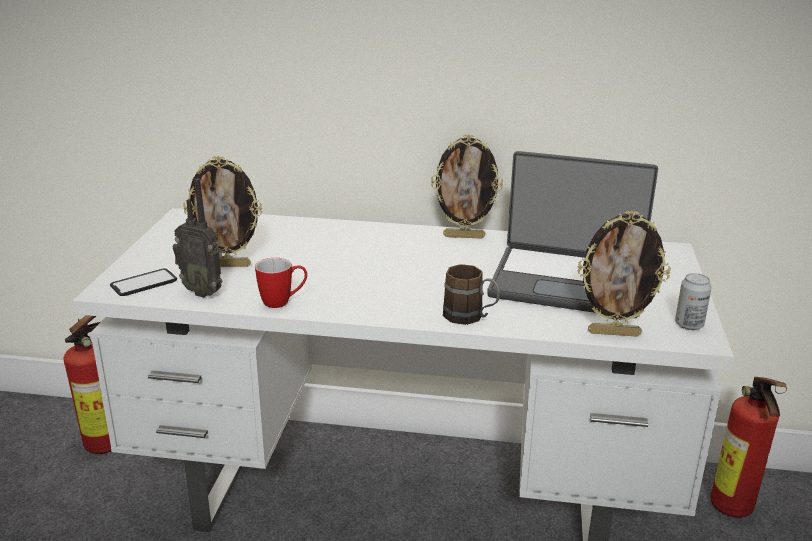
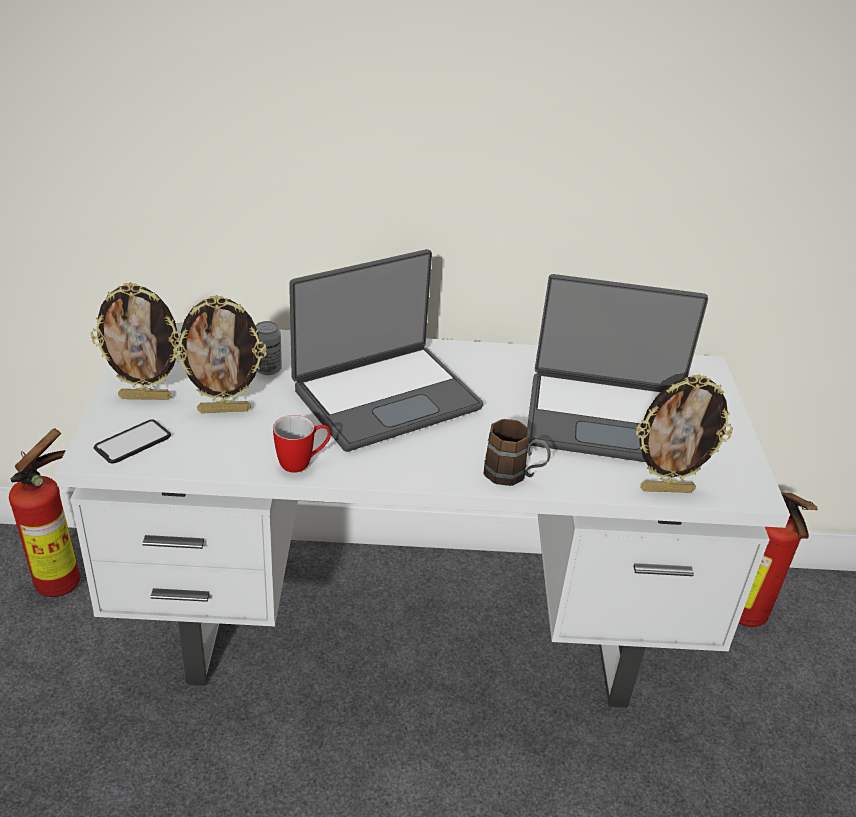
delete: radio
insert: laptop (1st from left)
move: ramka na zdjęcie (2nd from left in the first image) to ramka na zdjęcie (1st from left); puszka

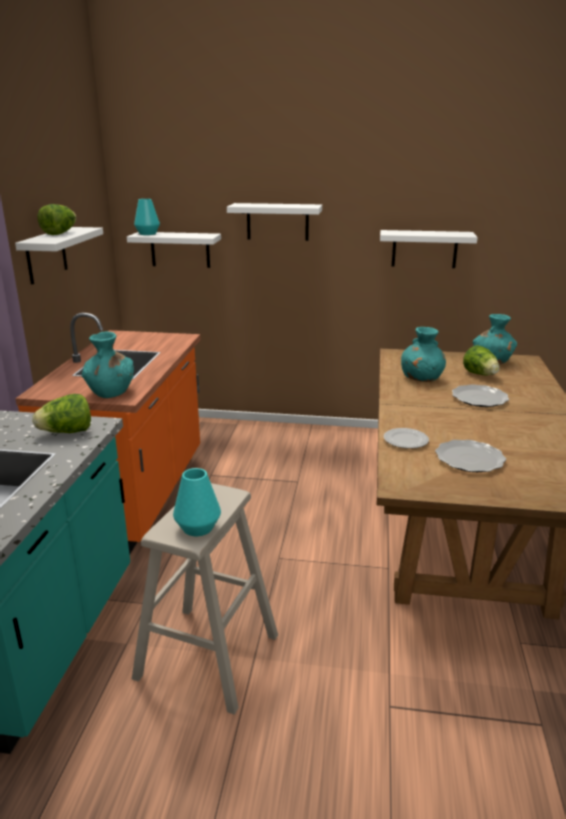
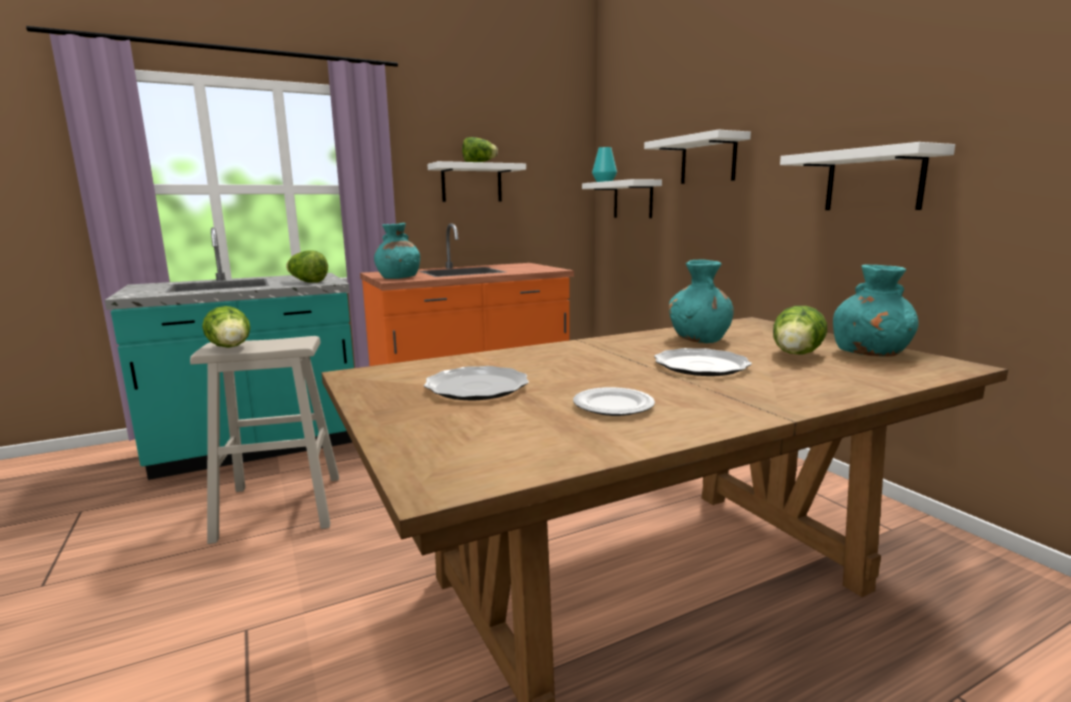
move: talerz (1st from left in the first image) to talerz (2nd from left)
replace: wazon/turkusowy (3rd from left) to sałata (1st from left)

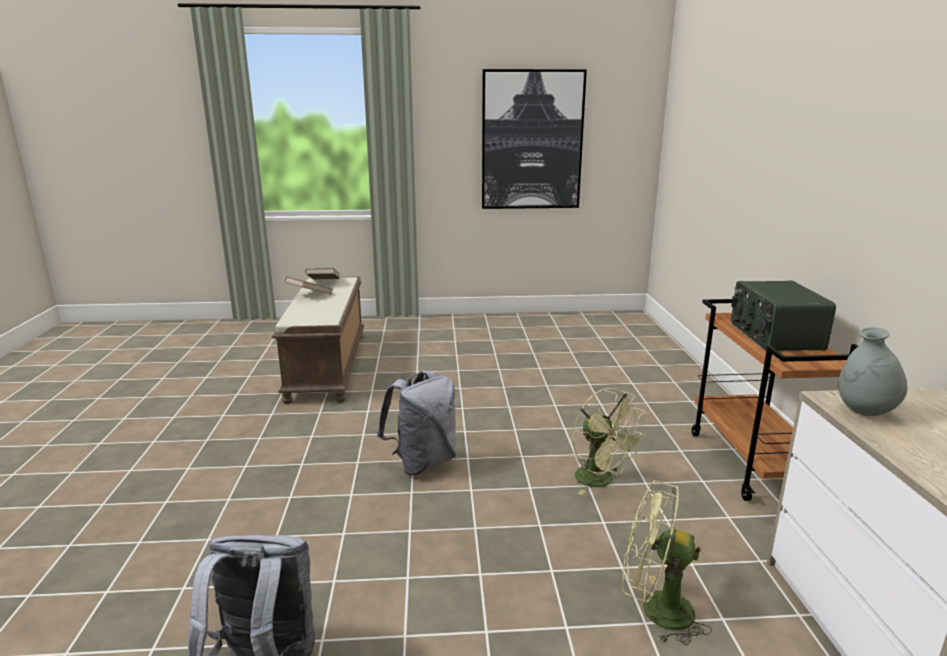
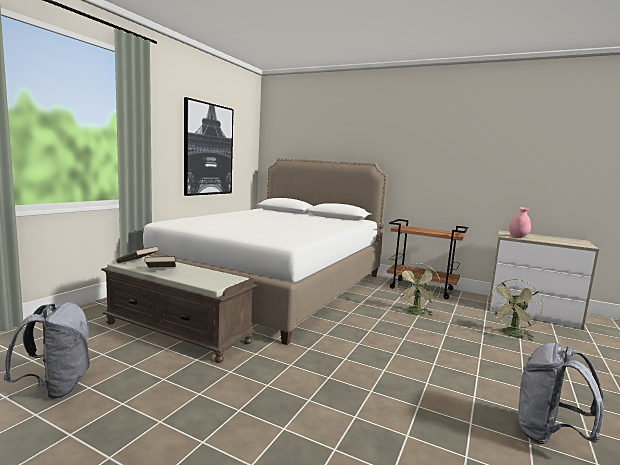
delete: radio
insert: łóżko/biały
move: plecak/szary (2nd from left in the first image) to plecak/szary (1st from left)
recolor: wazon/szary to wazon/różowy
rotate: wentylator/zielony (1st from left) 120 degrees clockwise

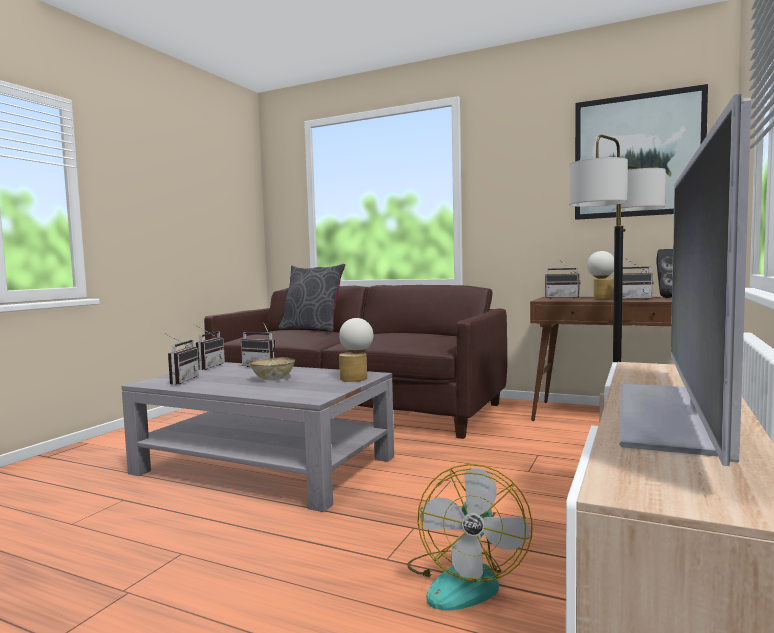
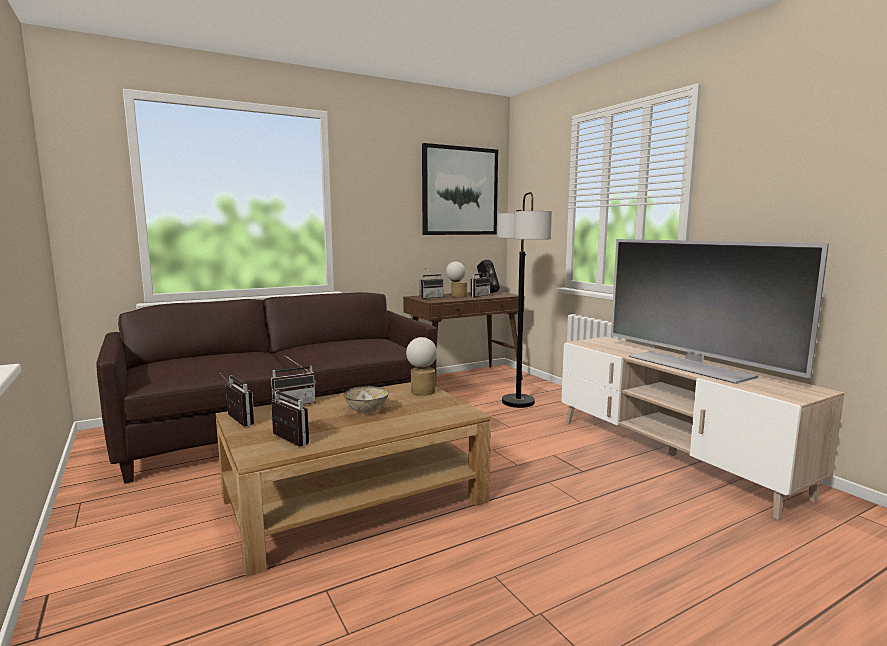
delete: poduszka/szary; wentylator
recolor: ława/szary to ława/brązowy

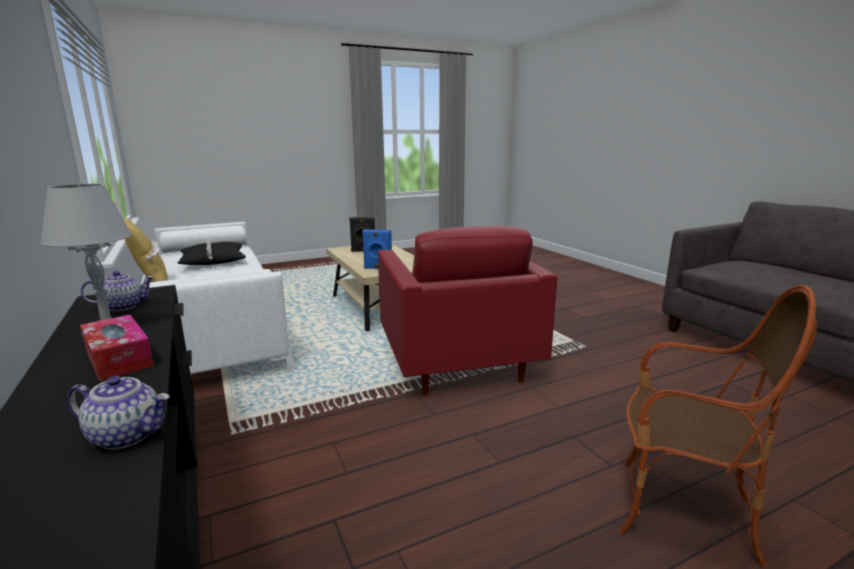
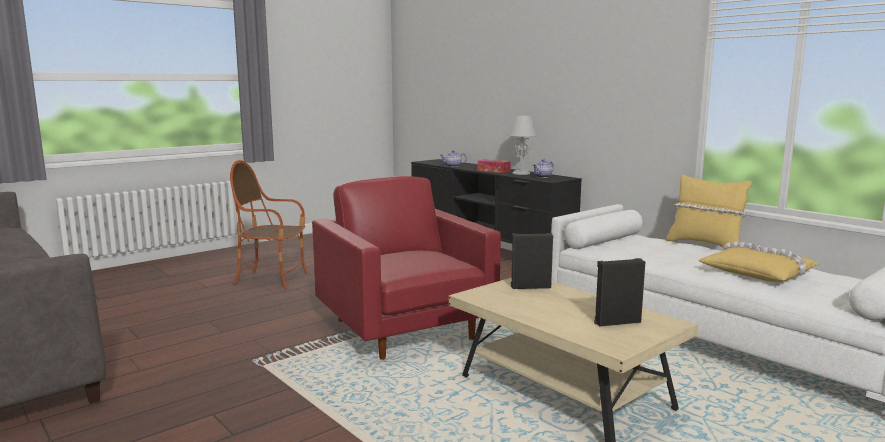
recolor: głośnik/niebieski to głośnik/czarny (1st from left); poduszka/czarny to poduszka/żółty (2nd from left)

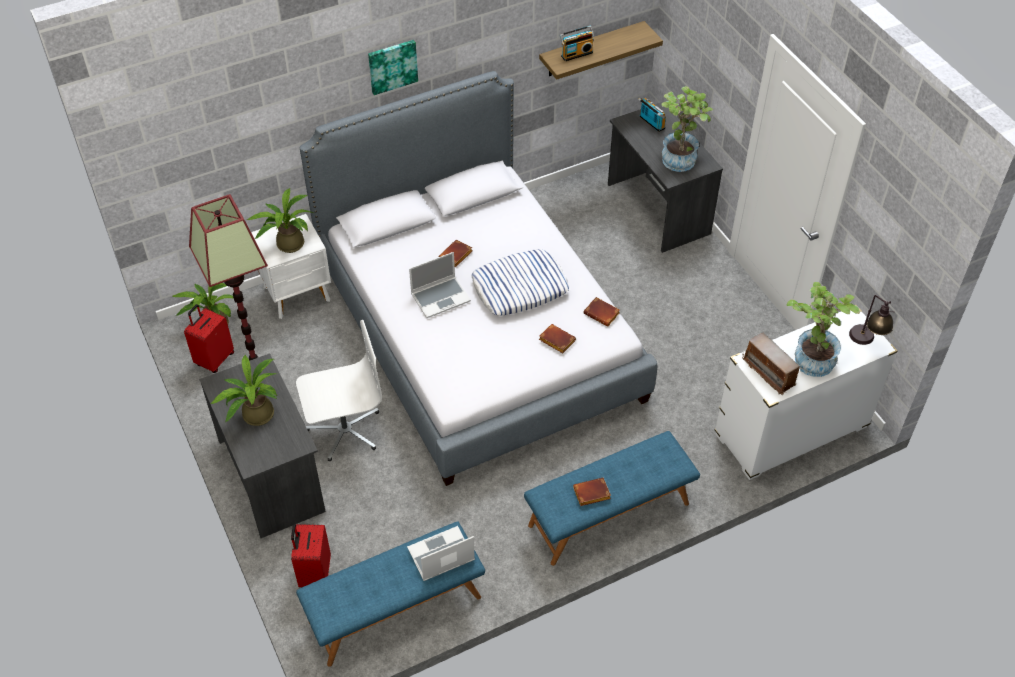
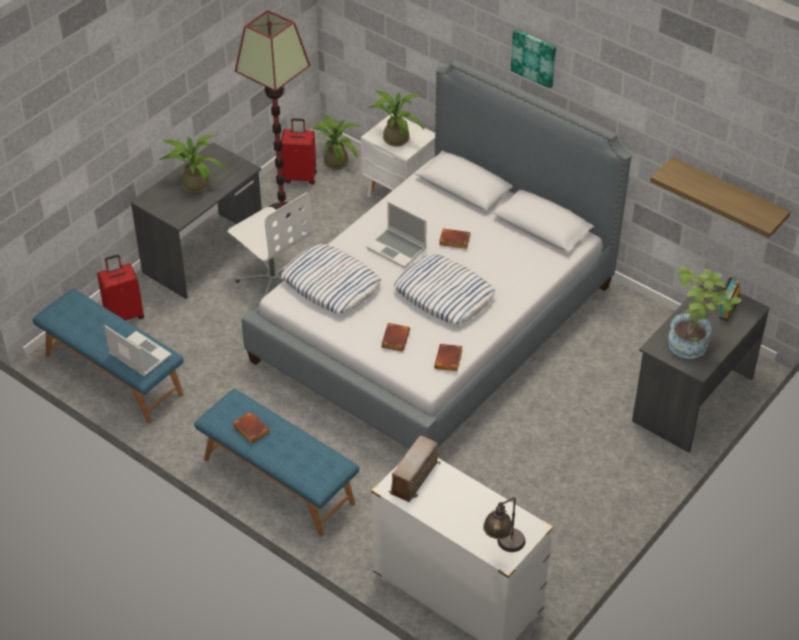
delete: radio (1st from left); roślina doniczkowa (5th from left)
insert: poduszka (1st from left)

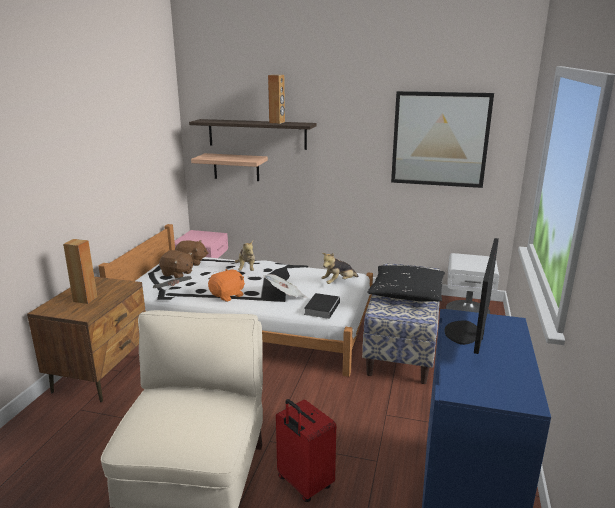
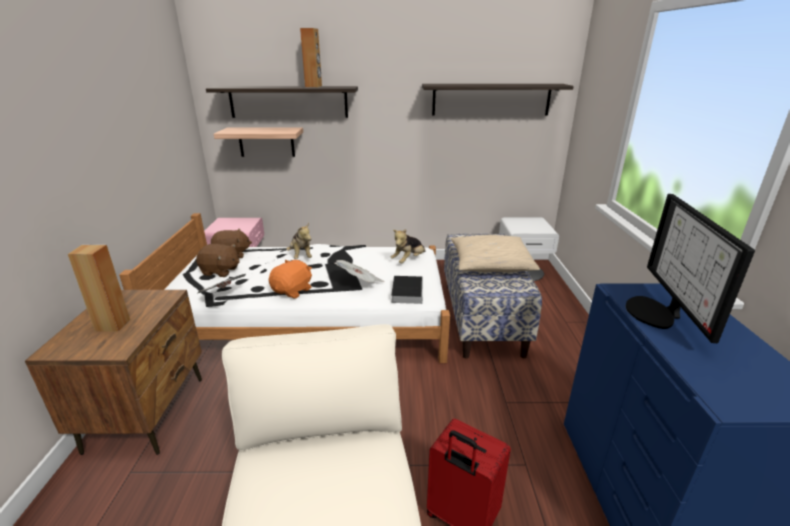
replace: obraz to półka (3rd from left)
recolor: poduszka/czarny to poduszka/beżowy

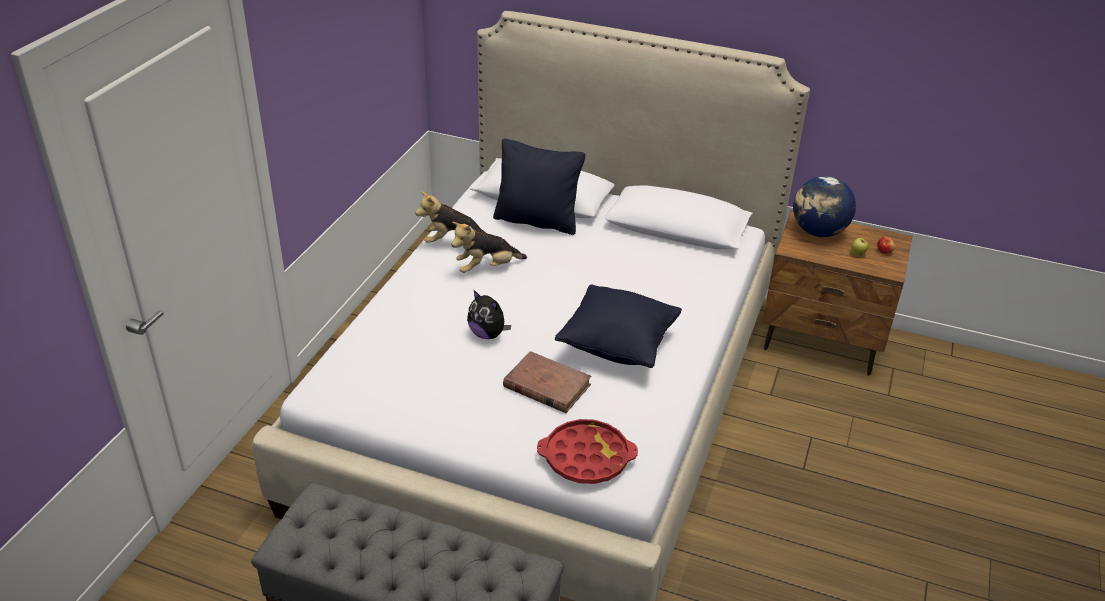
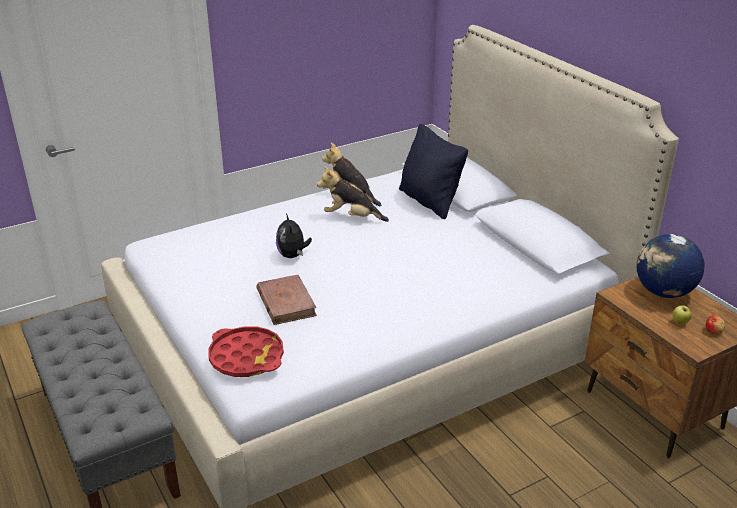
delete: poduszka/czarny (2nd from left)

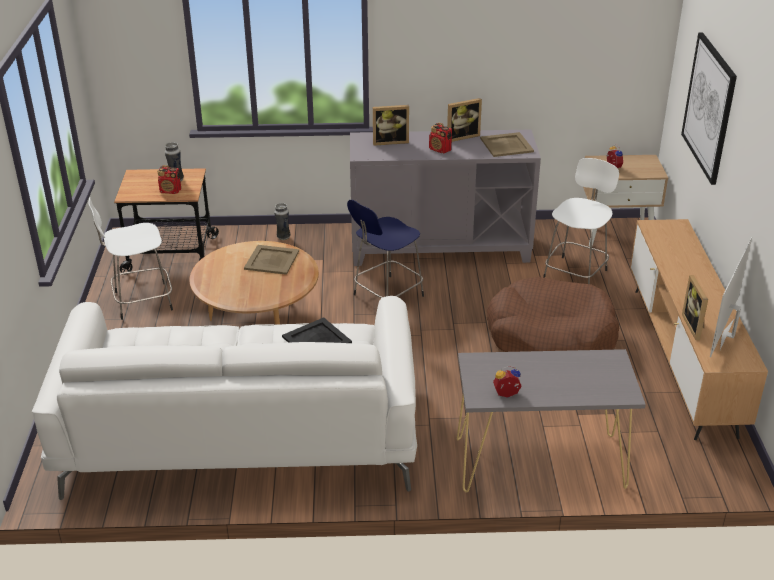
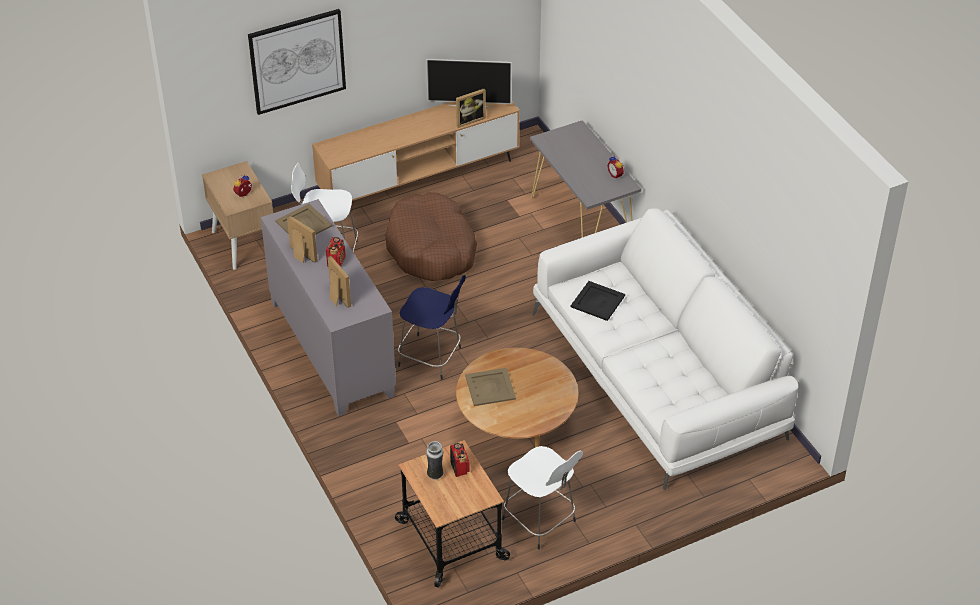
delete: wazon (2nd from left)

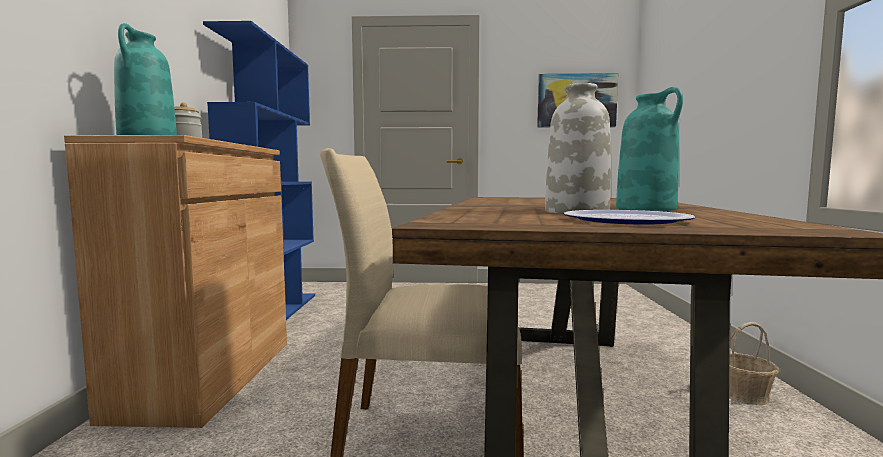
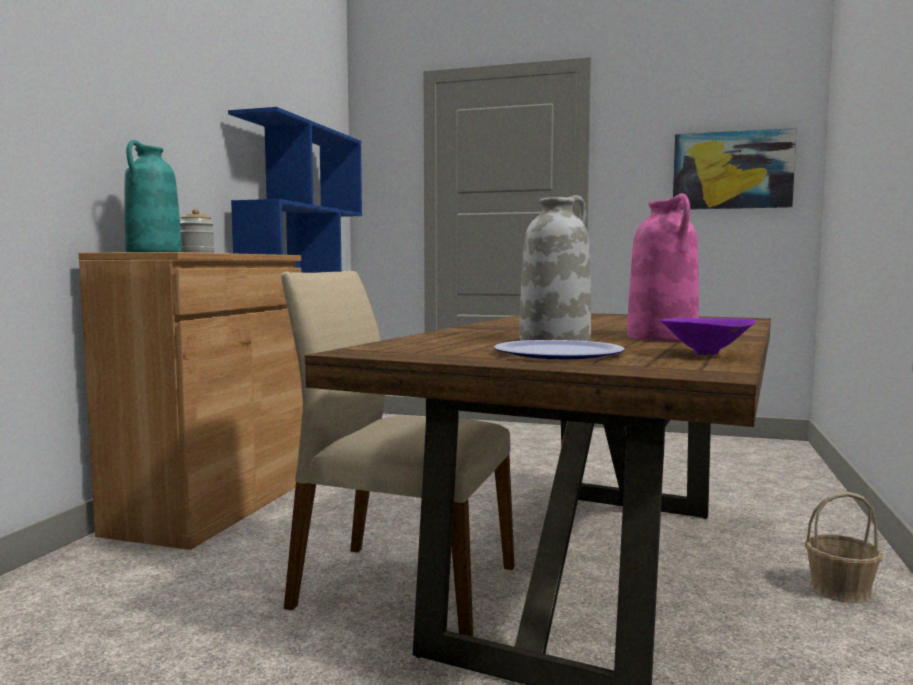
insert: miska/fioletowy
recolor: wazon/turkusowy (2nd from left) to wazon/różowy

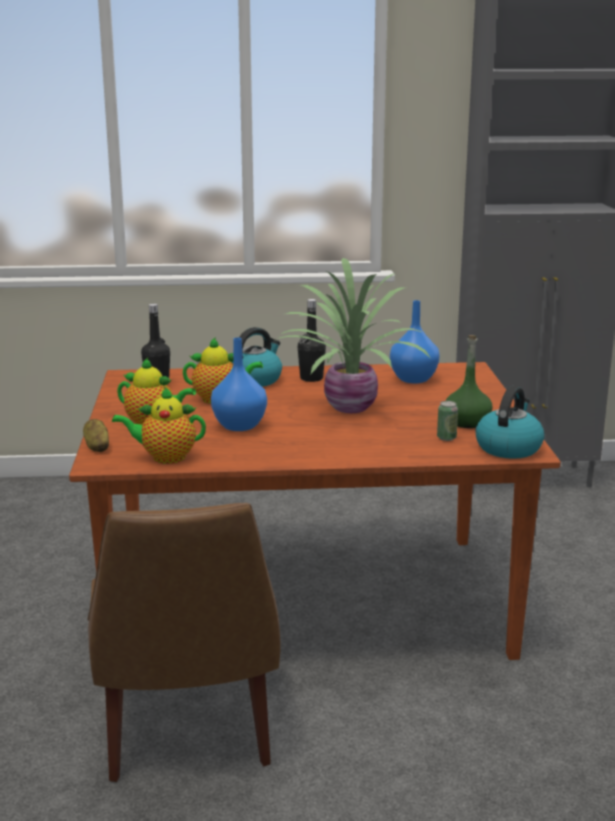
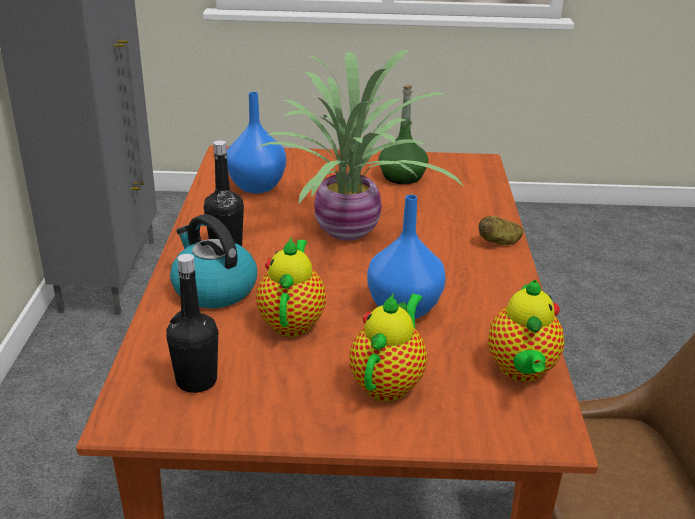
delete: czajnik (2nd from left); puszka
move: ziemniak

